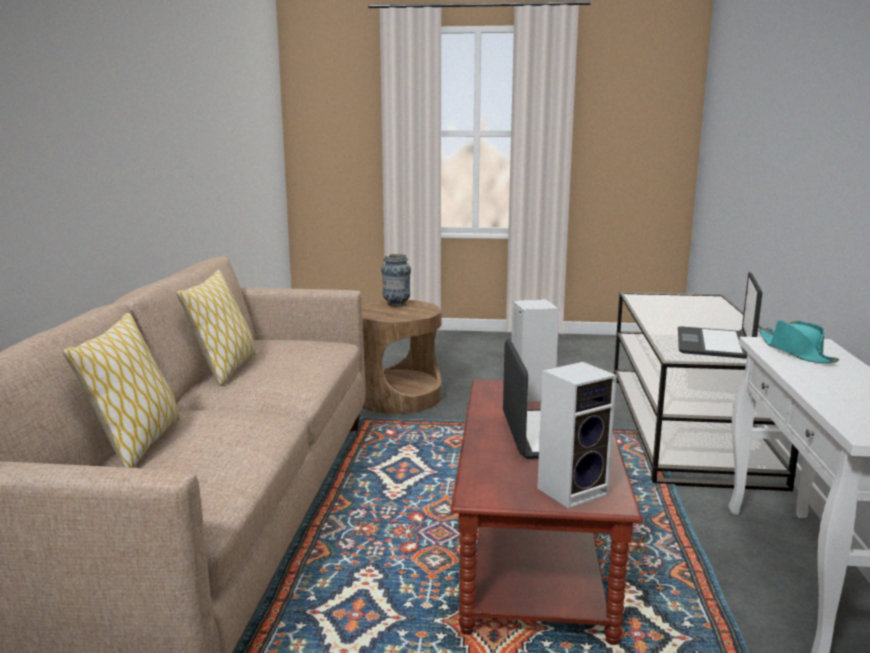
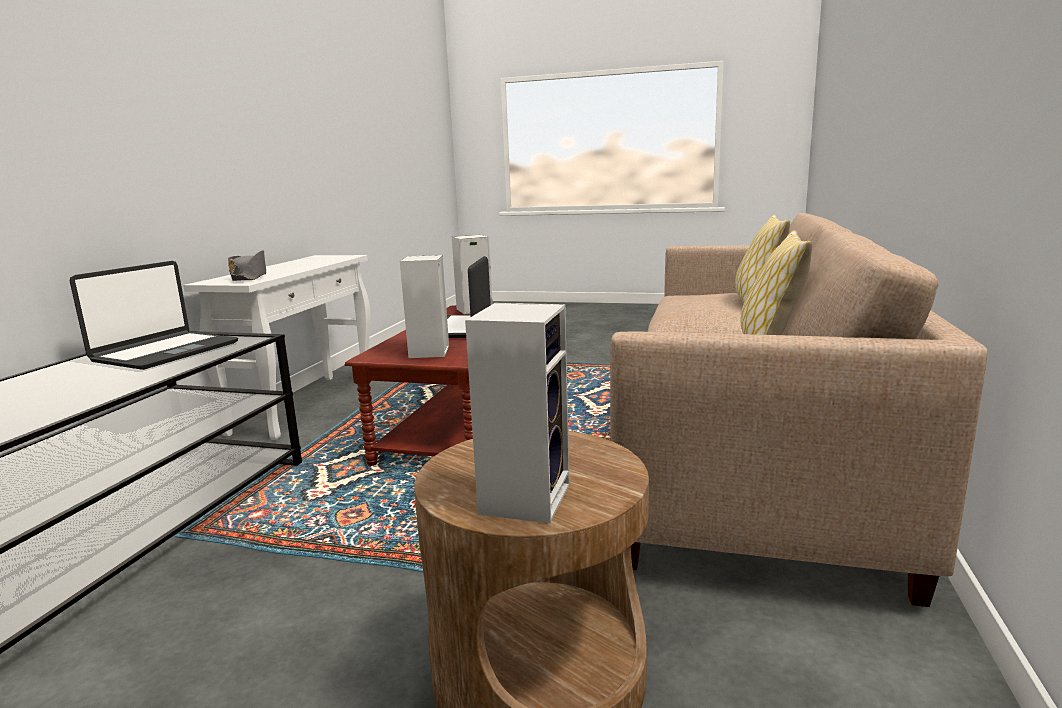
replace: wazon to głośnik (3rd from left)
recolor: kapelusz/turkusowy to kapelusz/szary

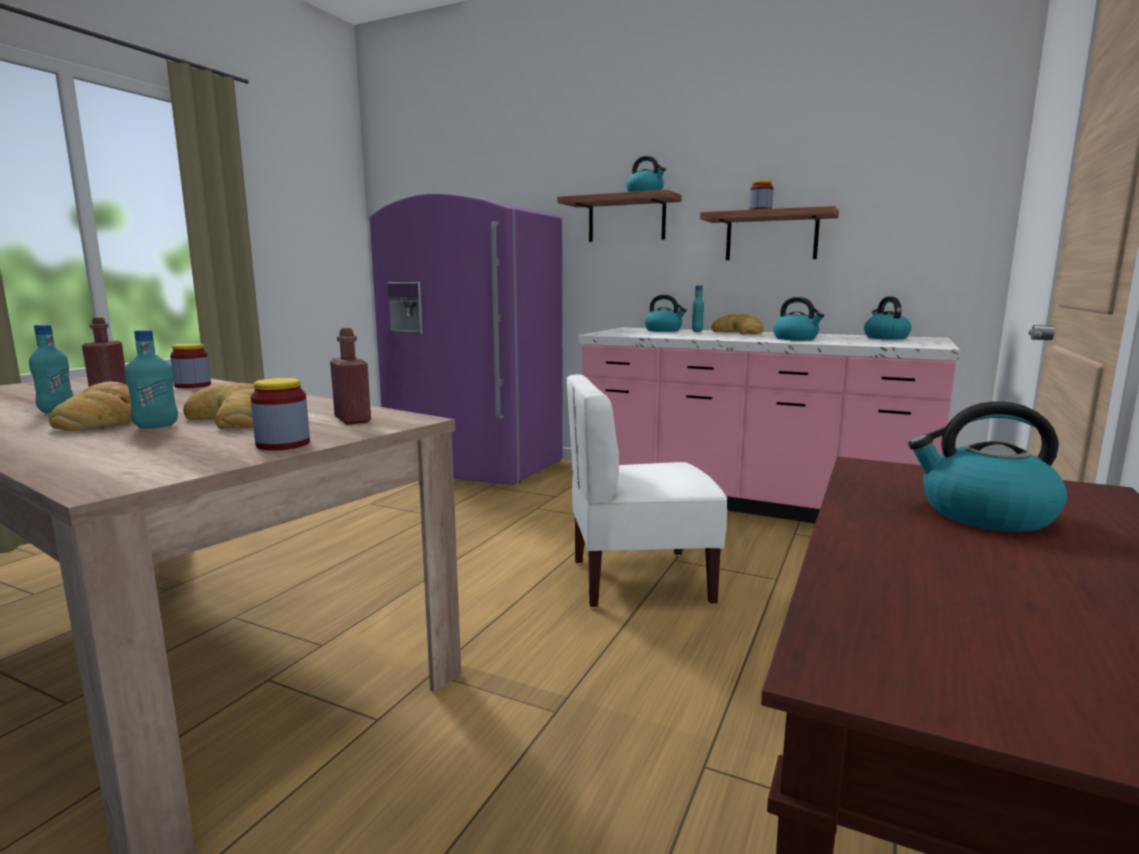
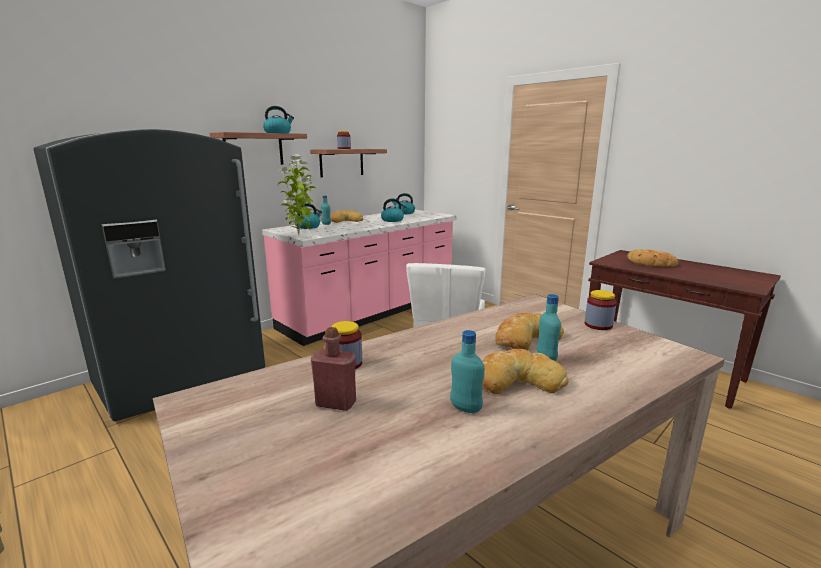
delete: butelka/czerwony (2nd from left)
insert: roślina doniczkowa
replace: czajnik (5th from left) to chleb (4th from left)
recolor: lodówka/fioletowy to lodówka/szary

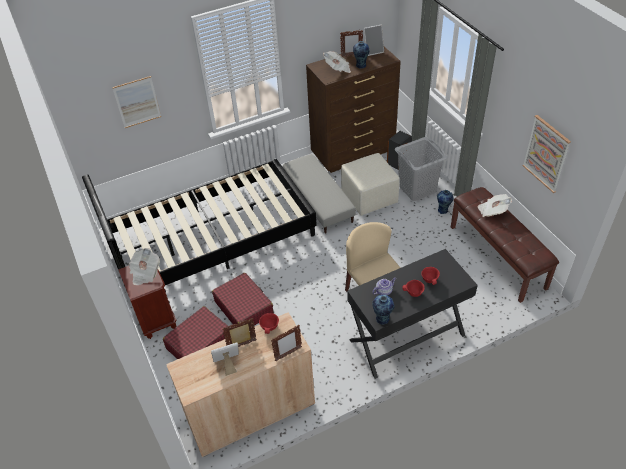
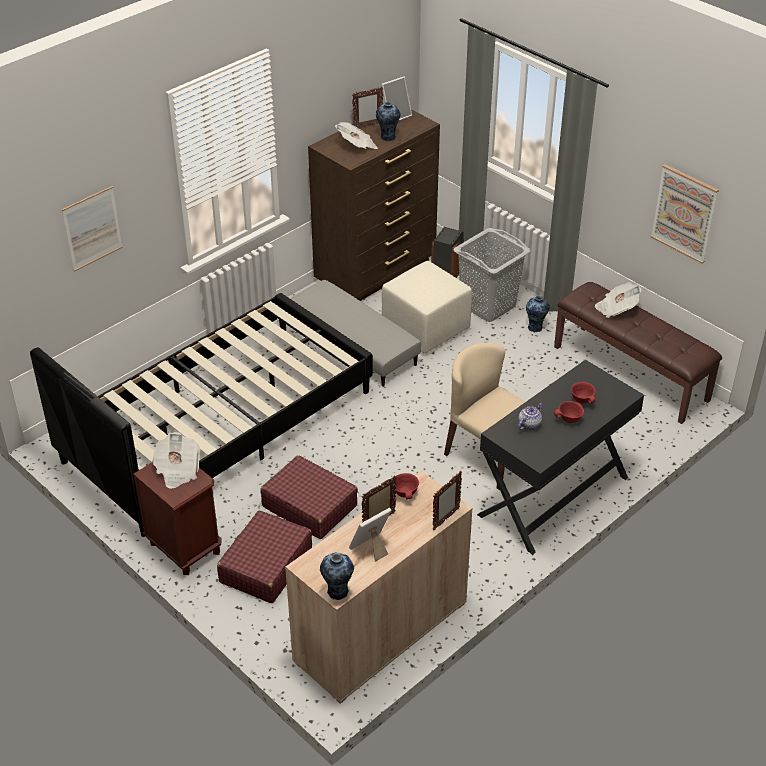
move: wazon (2nd from left in the first image) to wazon (1st from left)

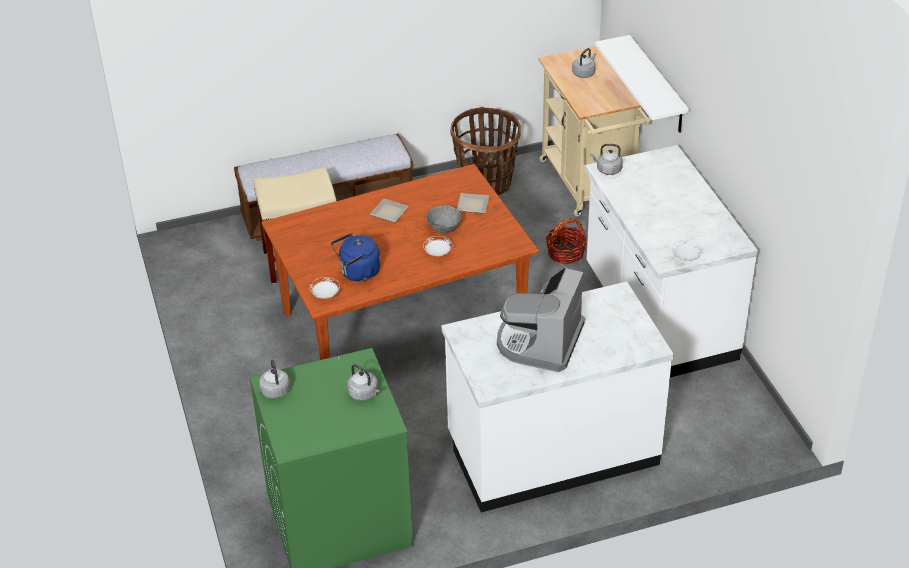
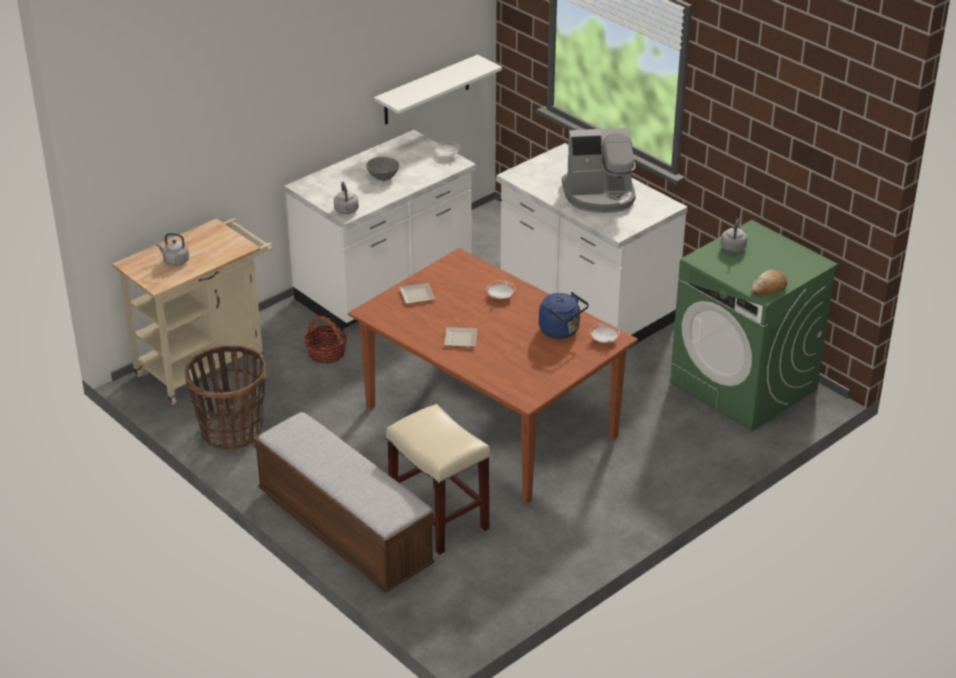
move: półka/biały; miska/szary
replace: czajnik/szary (1st from left) to chleb

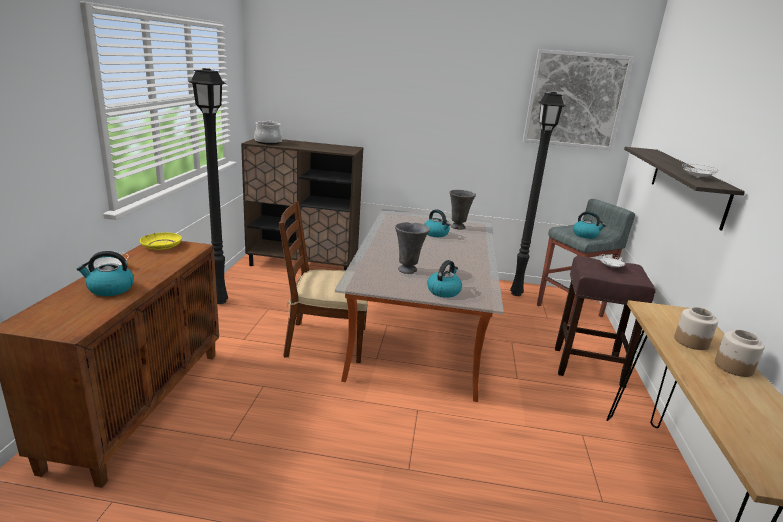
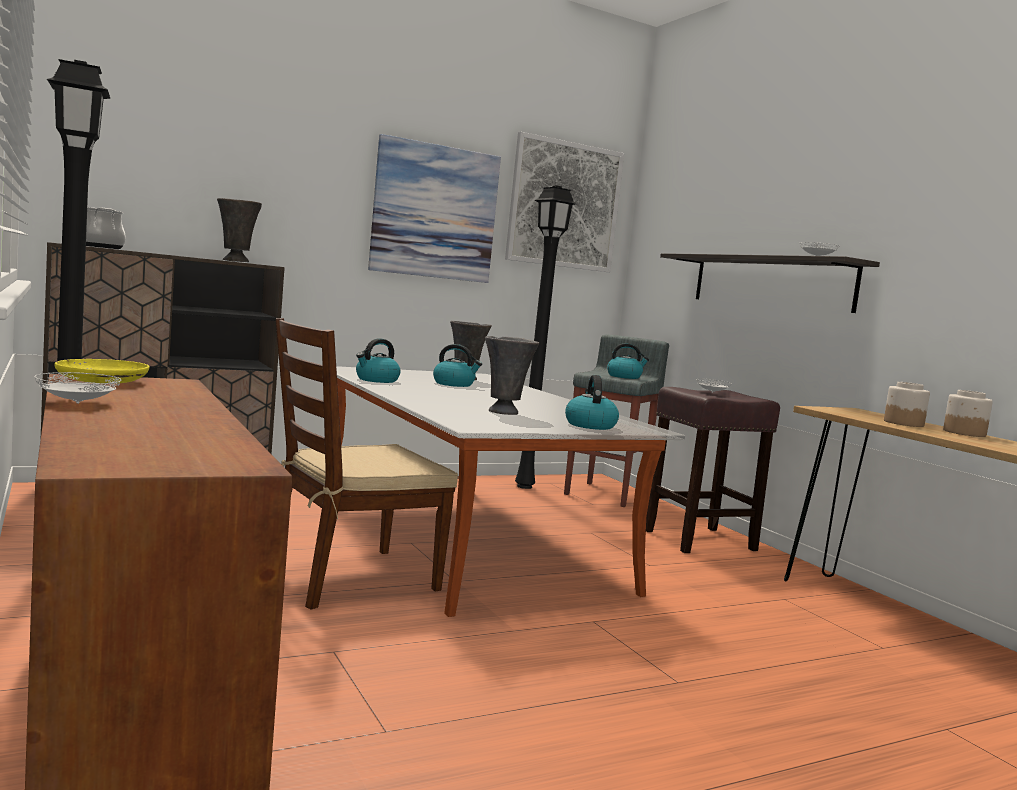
insert: obraz (1st from left); wazon/szary (1st from left)
move: czajnik (1st from left)

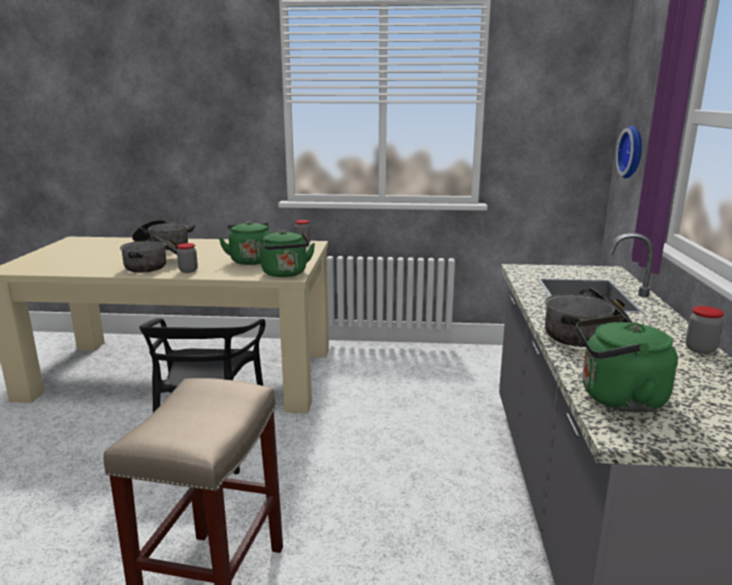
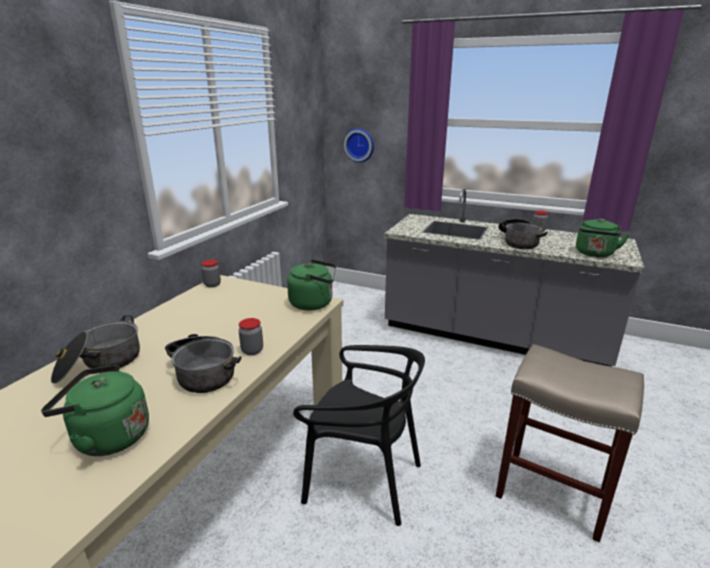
move: czajnik/zielony (1st from left)

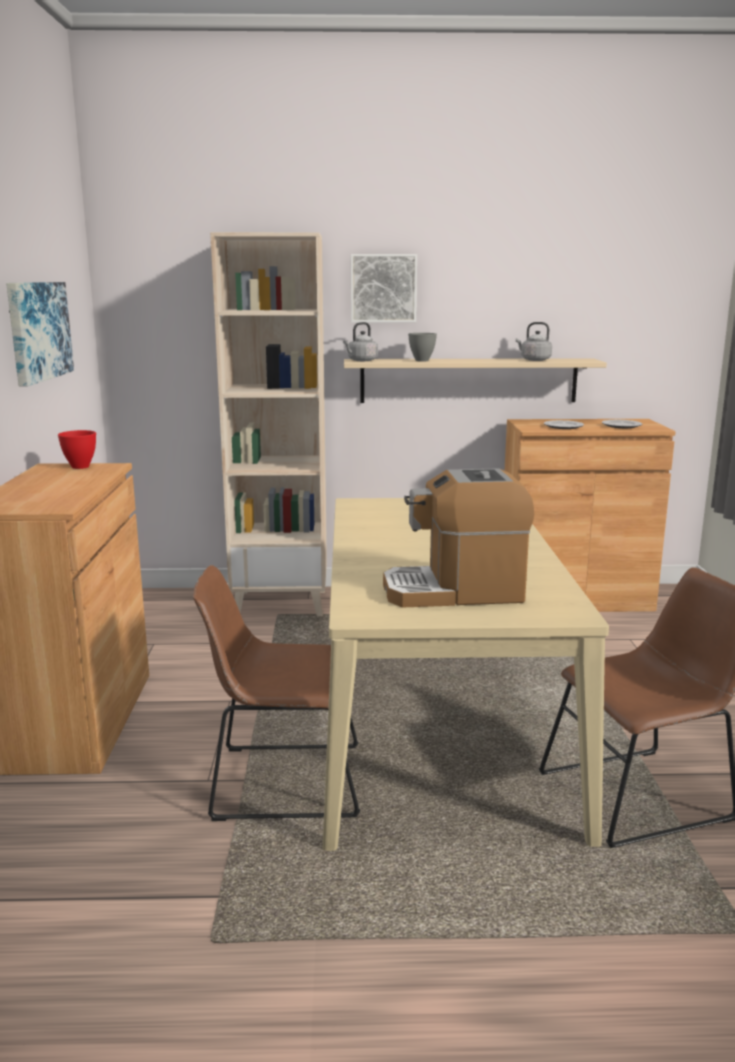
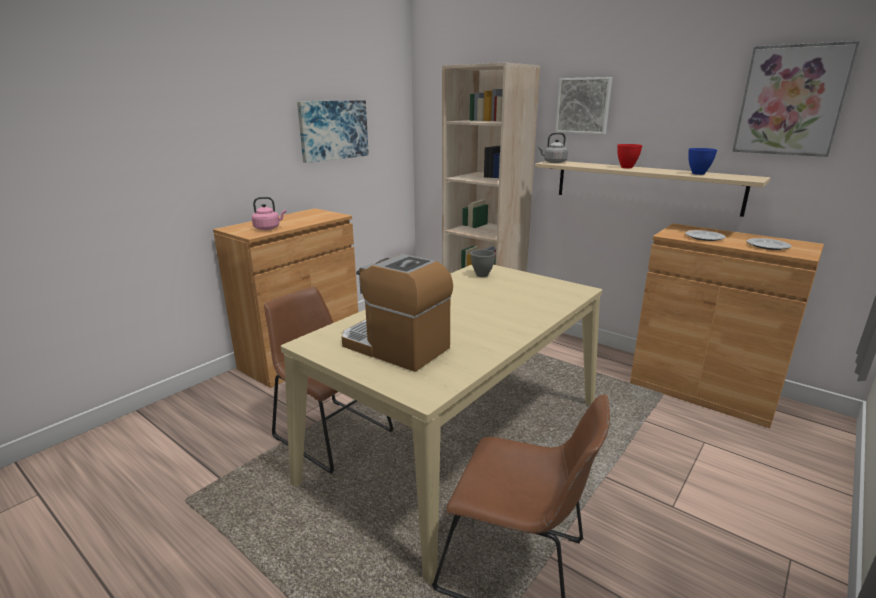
insert: obraz (3rd from left); czajnik/różowy
move: miska/szary; miska/czerwony
replace: czajnik/szary (2nd from left) to miska/niebieski

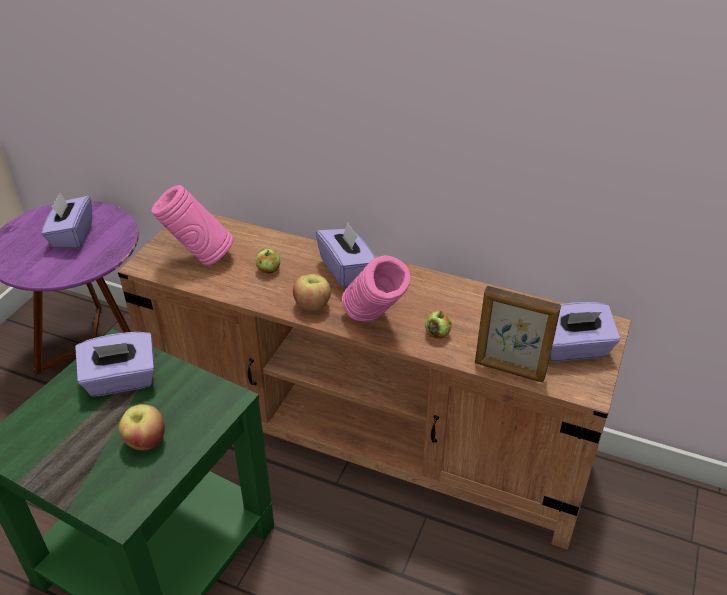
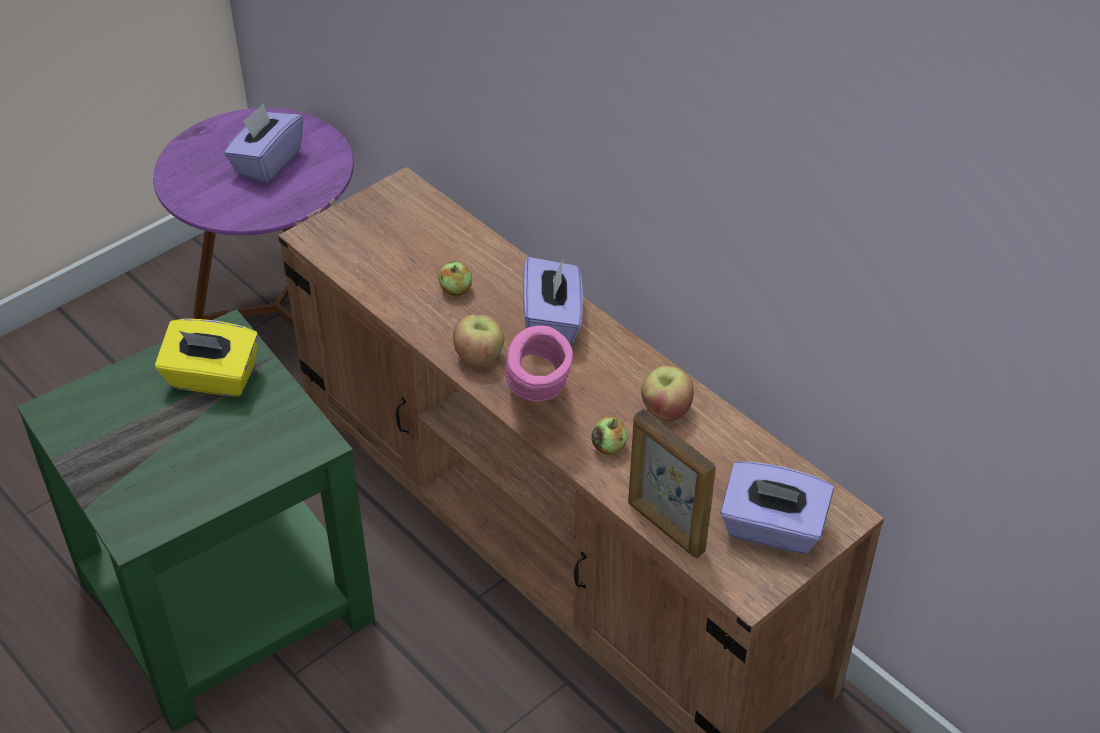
delete: wazon/różowy (1st from left)
move: jabłko (1st from left in the first image) to jabłko (4th from left)
recolor: pudełko chusteczek/fioletowy (2nd from left) to pudełko chusteczek/żółty

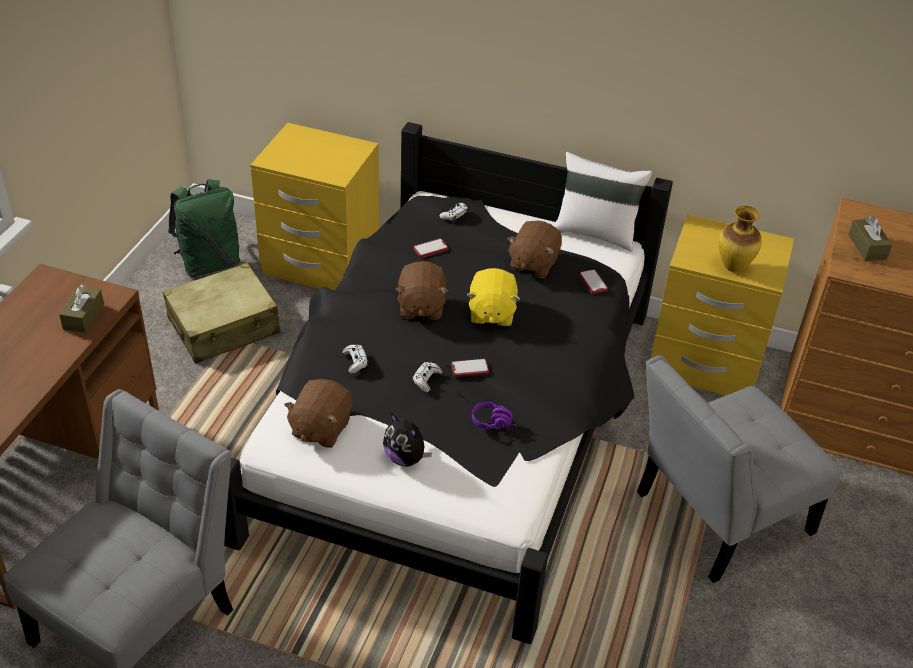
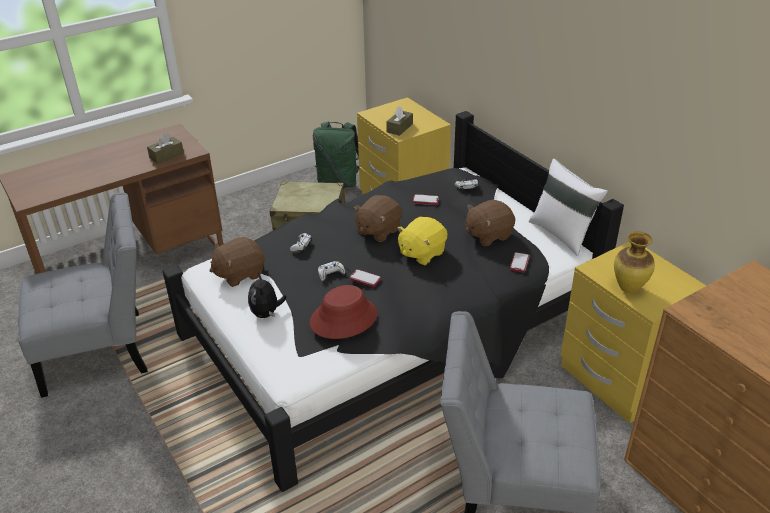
move: pudełko chusteczek/brązowy (2nd from left)
replace: słuchawki/fioletowy to kapelusz/czerwony

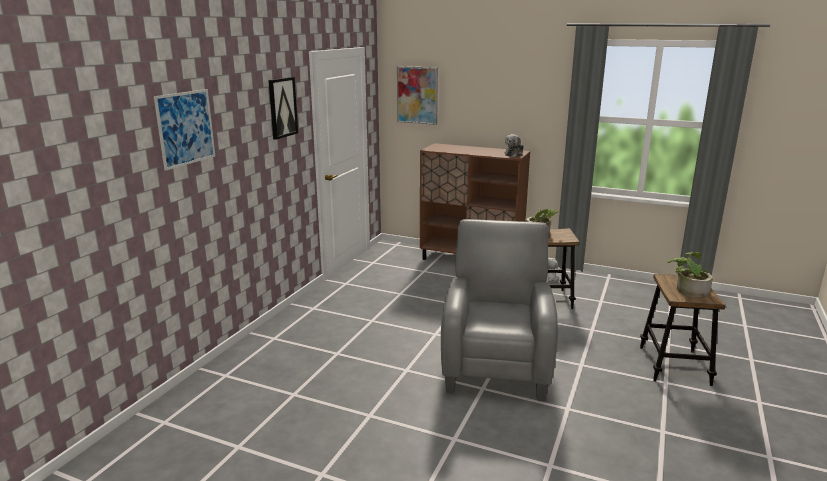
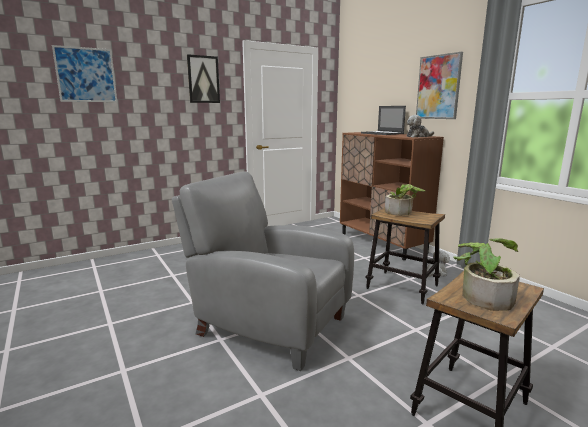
insert: laptop
move: obraz (3rd from left)
rotate: fotel/szary 105 degrees counterclockwise

